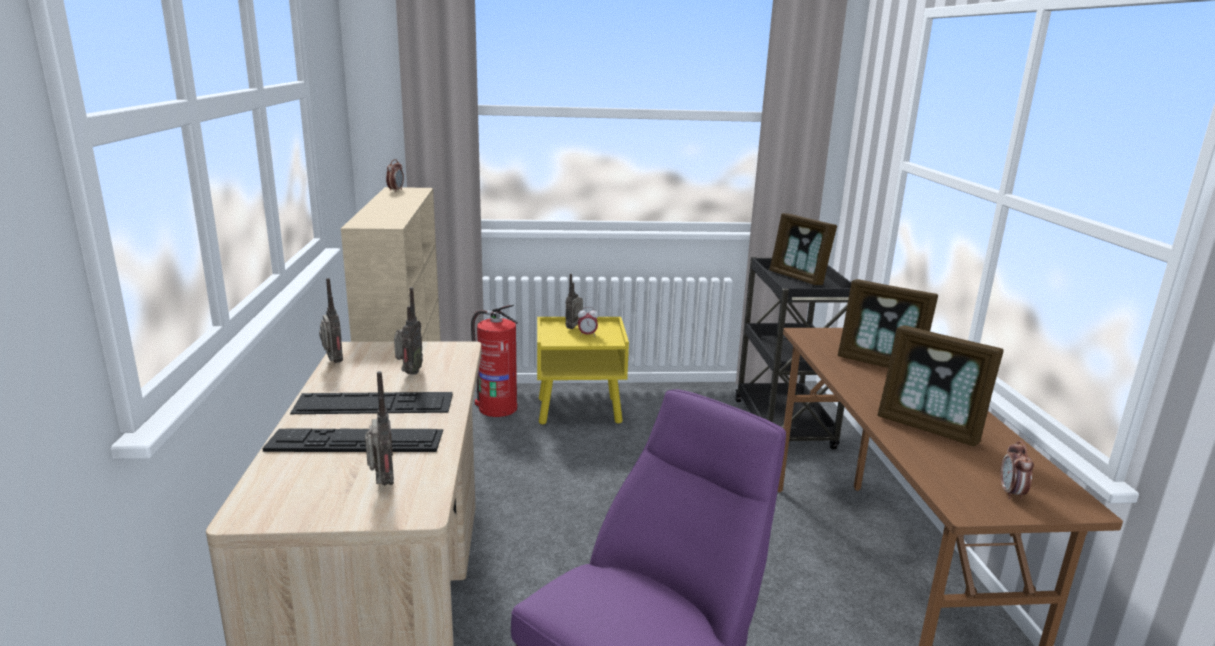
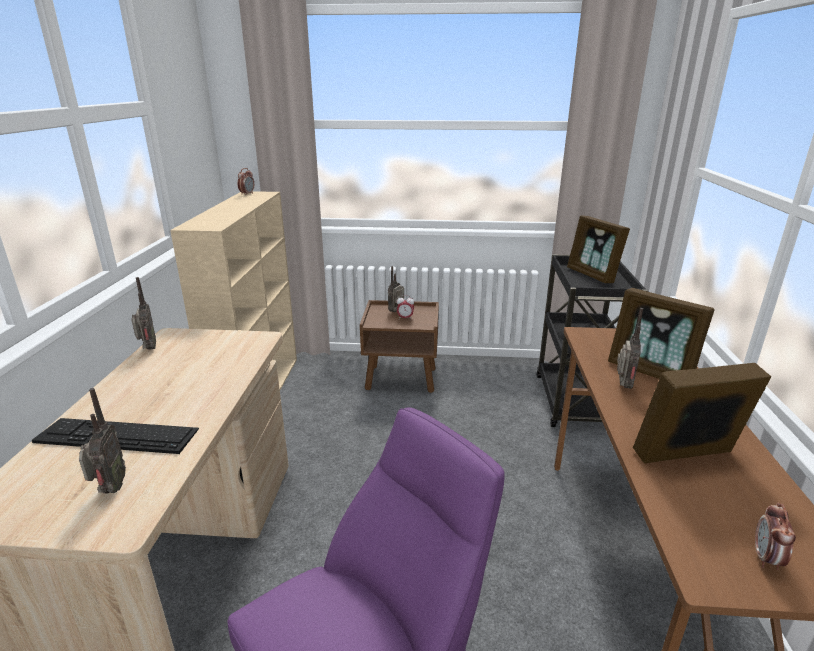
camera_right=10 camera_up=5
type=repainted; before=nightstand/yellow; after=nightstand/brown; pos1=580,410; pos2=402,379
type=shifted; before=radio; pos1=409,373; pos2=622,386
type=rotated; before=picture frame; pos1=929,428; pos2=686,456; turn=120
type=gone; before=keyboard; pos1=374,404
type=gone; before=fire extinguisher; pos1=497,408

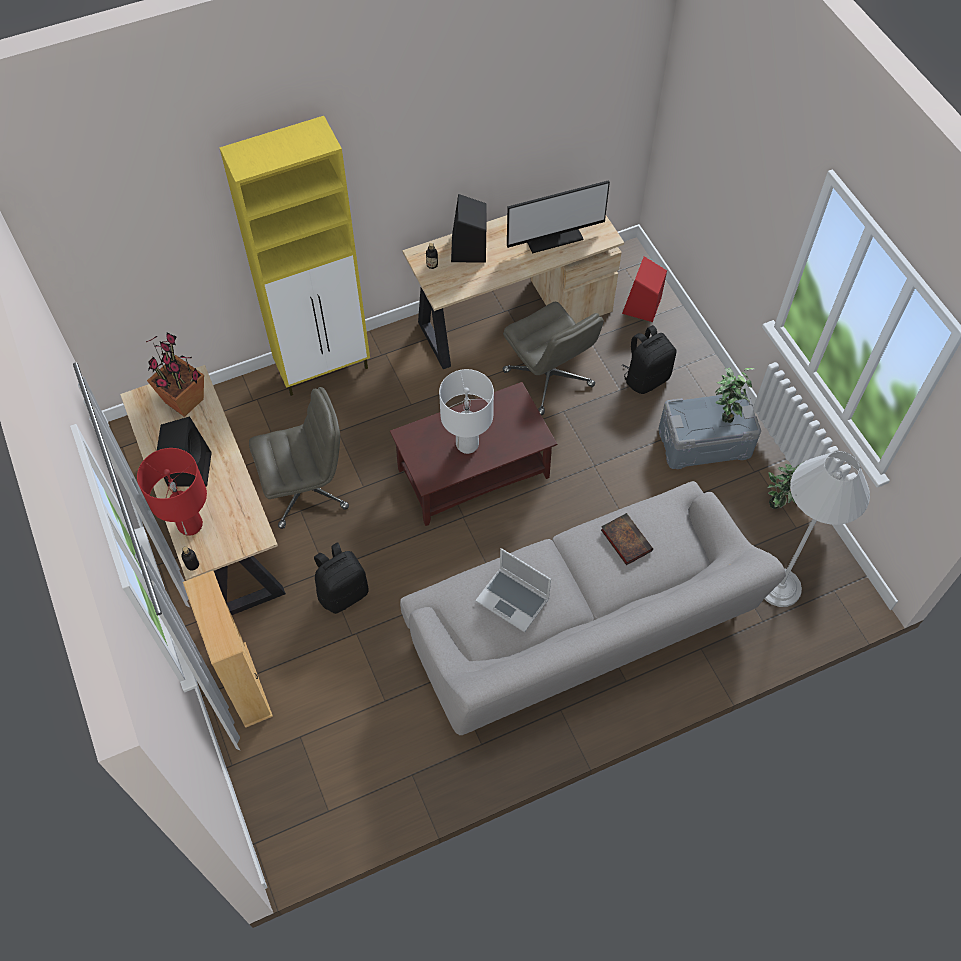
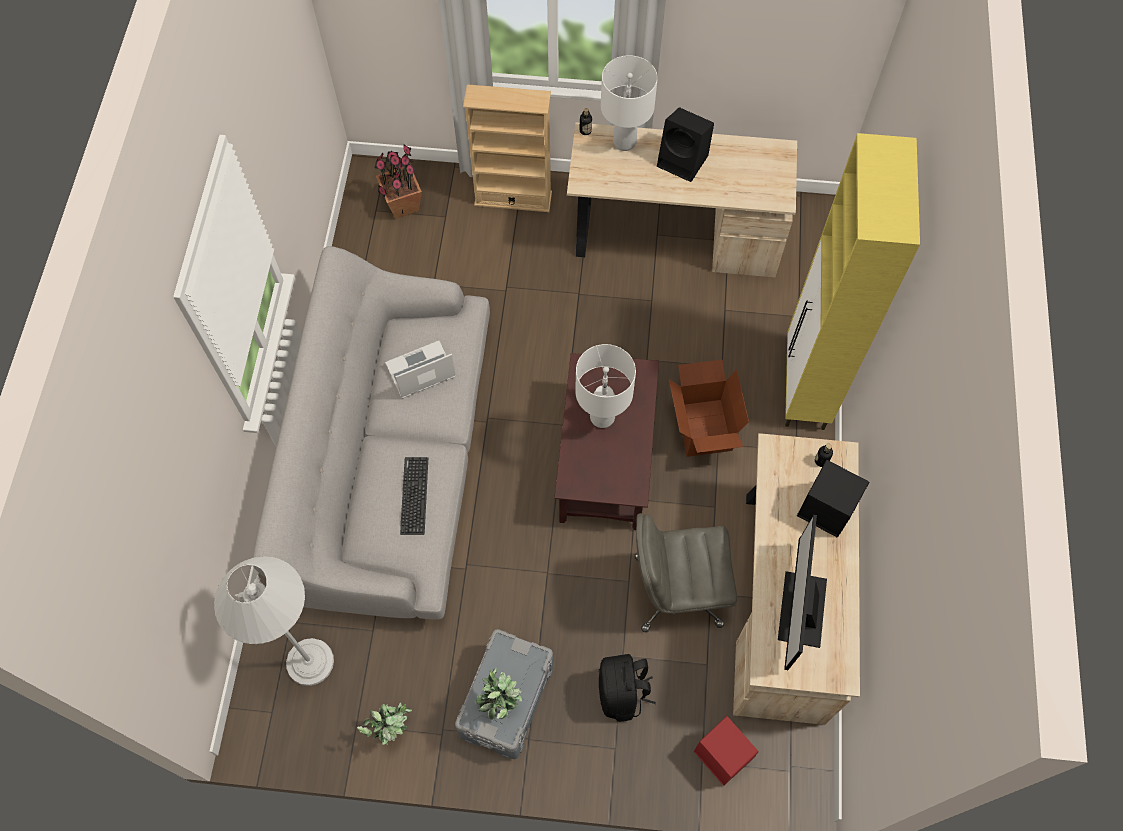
camera_right=120 camera_up=5
type=shifted; before=potted plant; pos1=184,401; pos2=402,205
type=swapped; before=book; after=keyboard; pos1=625,539; pos2=414,495
type=repainted; before=table lamp/red; after=table lamp/white; pos1=190,525; pos2=625,142
type=new; after=cardboard box; pos2=702,428
type=gone; before=office chair/grey; pos1=306,489
type=gone; before=backpack/black; pos1=343,592

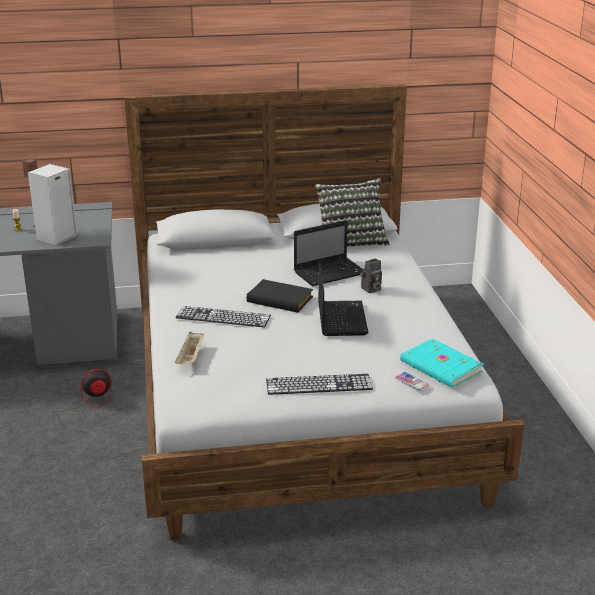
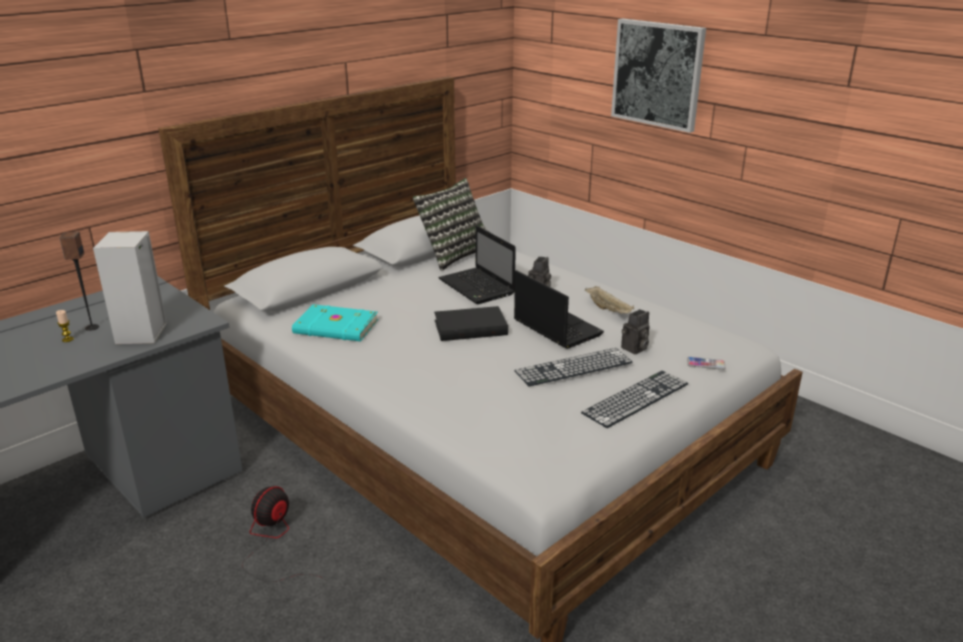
camera_right=-35 camera_up=0
type=shifted; before=book/turquoise; pos1=440,367; pos2=336,327
type=rotated; before=laptop; pos1=330,272; pos2=478,287; turn=120
type=shifted; before=keyboard; pos1=223,317; pos2=574,367
type=shifted; before=tray/beige; pos1=191,358; pos2=608,310
type=new; after=picture; pos2=657,74
type=new; after=photo camera; pos2=634,349

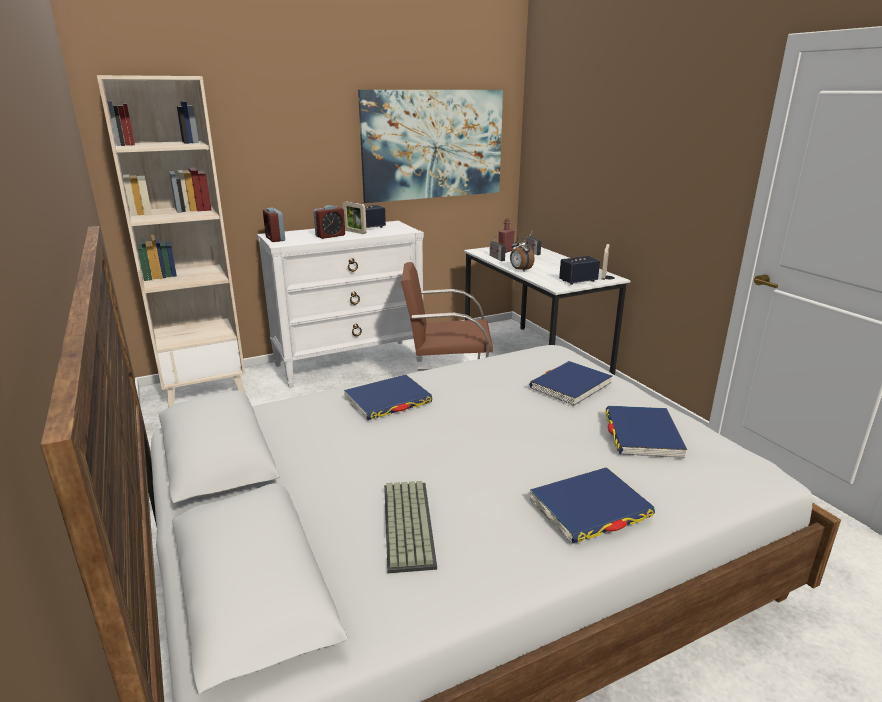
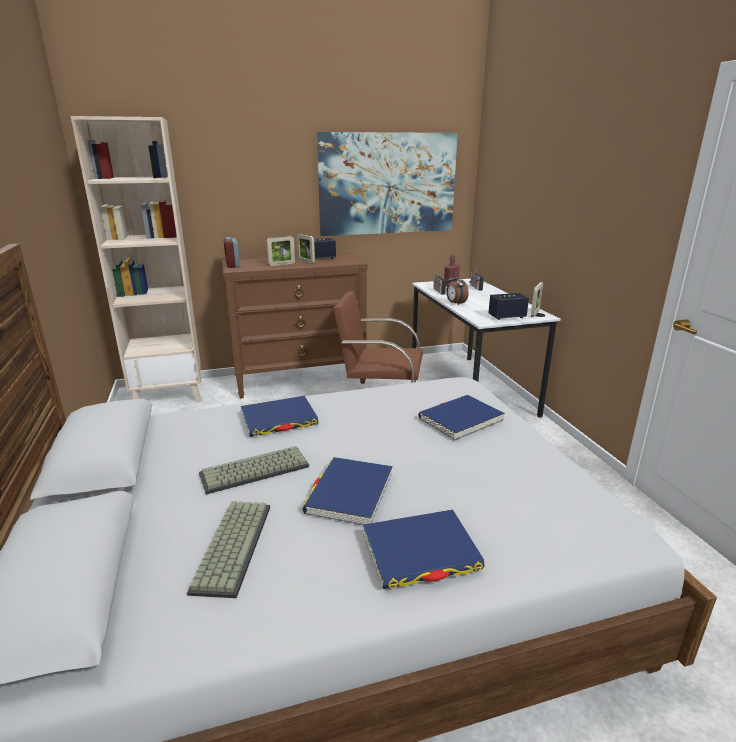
camera_right=10 camera_up=0
type=new; after=keyboard; pos2=254,472
type=repainted; before=dresser/white; after=dresser/brown; pos1=350,362; pos2=300,380
type=swapped; before=alarm clock; after=picture frame; pos1=330,236; pos2=282,264
type=shifted; before=book/blue; pos1=642,435; pos2=350,494

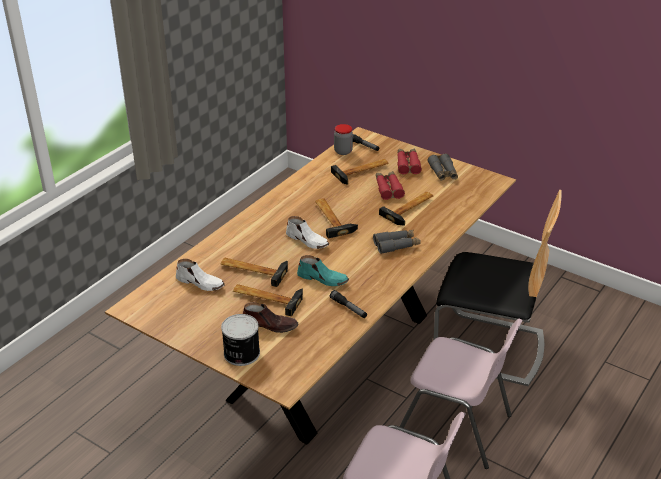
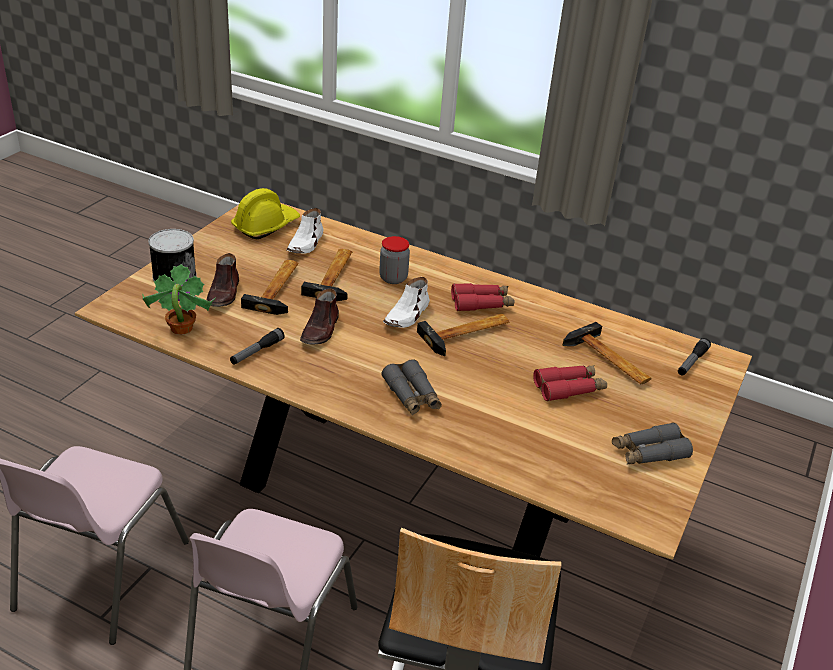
camera_right=80 camera_up=0
type=new; after=potted plant; pos2=180,328
type=new; after=hard hat/yellow; pos2=265,226
type=repainted; before=shoe/turquoise; after=shoe/brown; pos1=323,279; pos2=321,330
type=shifted; before=jar; pos1=343,151; pos2=393,278
type=shifted; before=binoculars/red; pos1=408,164; pos2=481,303
type=gone; before=hammer; pos1=410,209

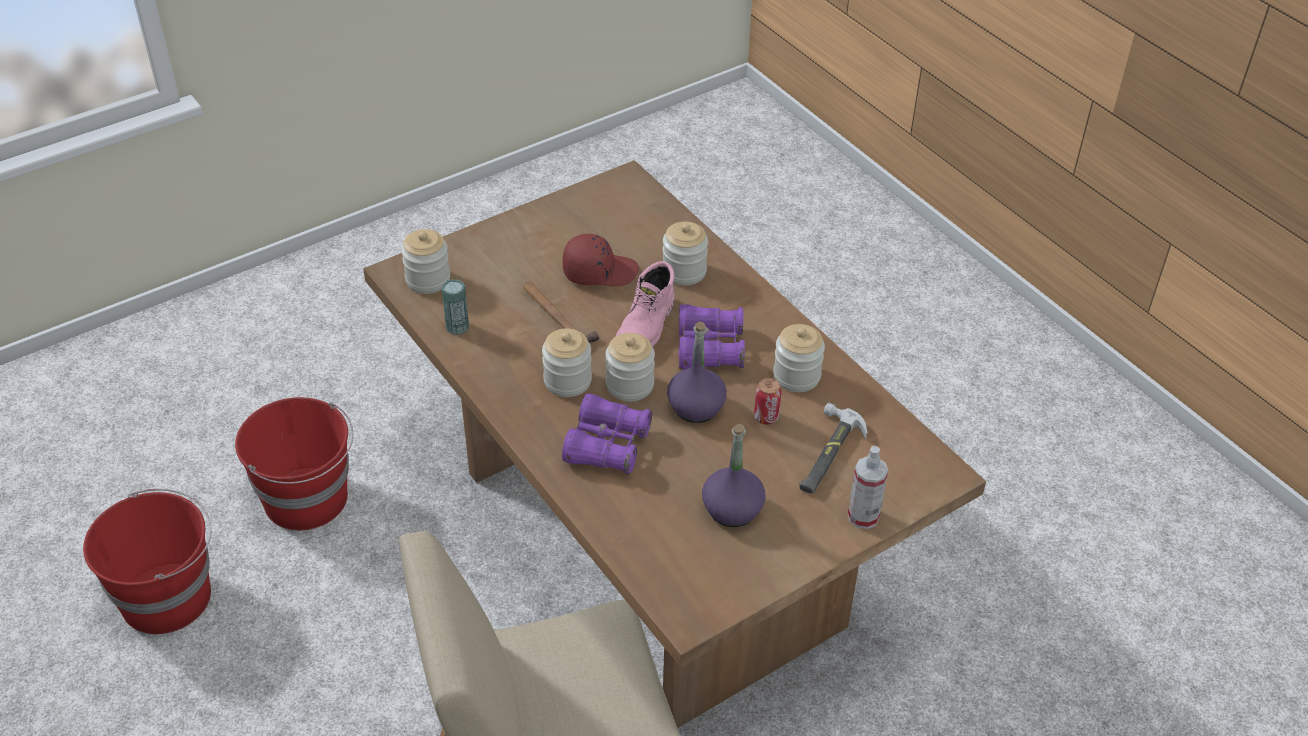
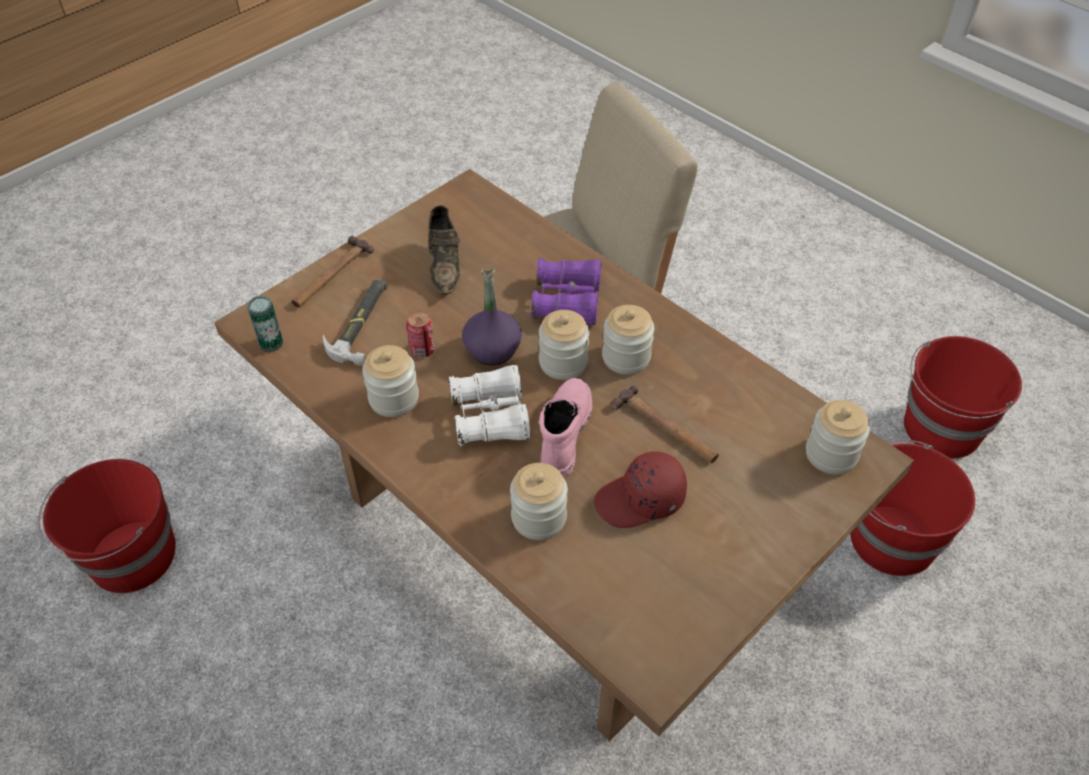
camera_right=170 camera_up=5
type=new; after=bucket/red; pos2=131,558
type=shifted; before=can; pos1=457,327; pos2=271,343
type=swapped; before=spray bottle; after=hammer; pos1=863,516; pos2=331,275
type=swapped; before=bottle/purple; after=shoe/brown; pos1=732,510; pos2=445,265
type=repainted; before=binoculars/purple; after=binoculars/white; pos1=709,348; pos2=490,417

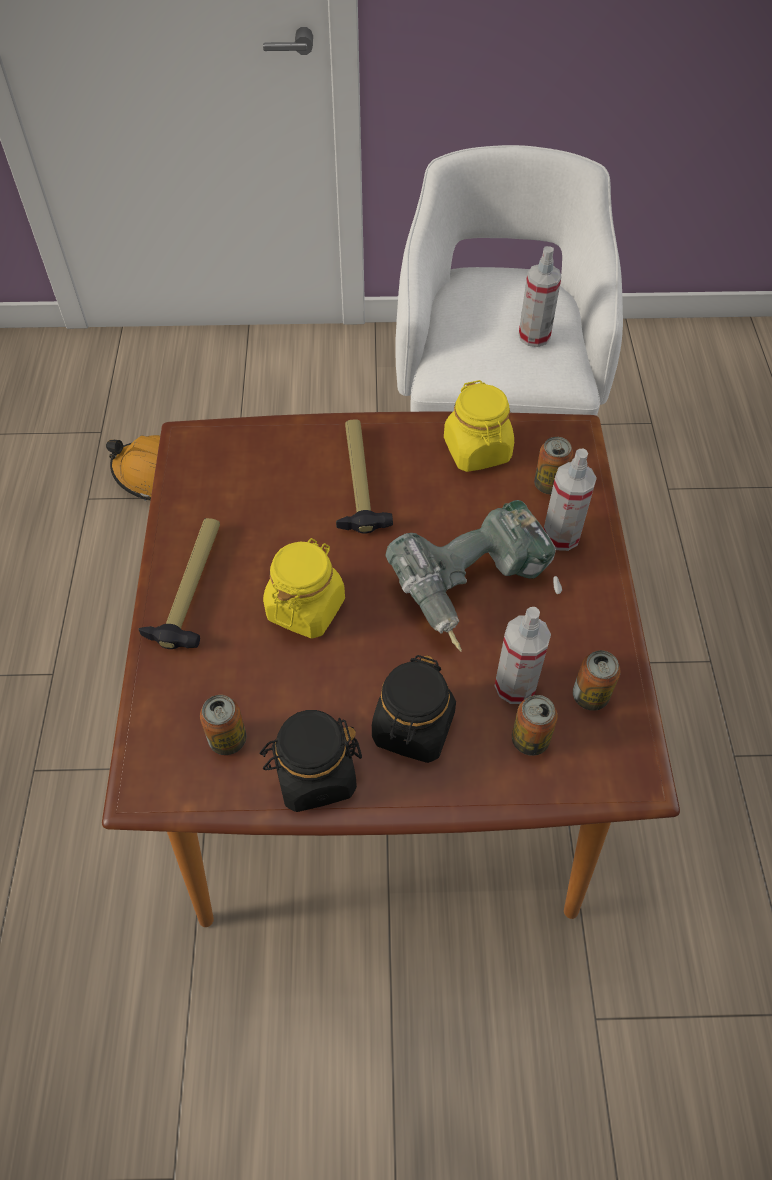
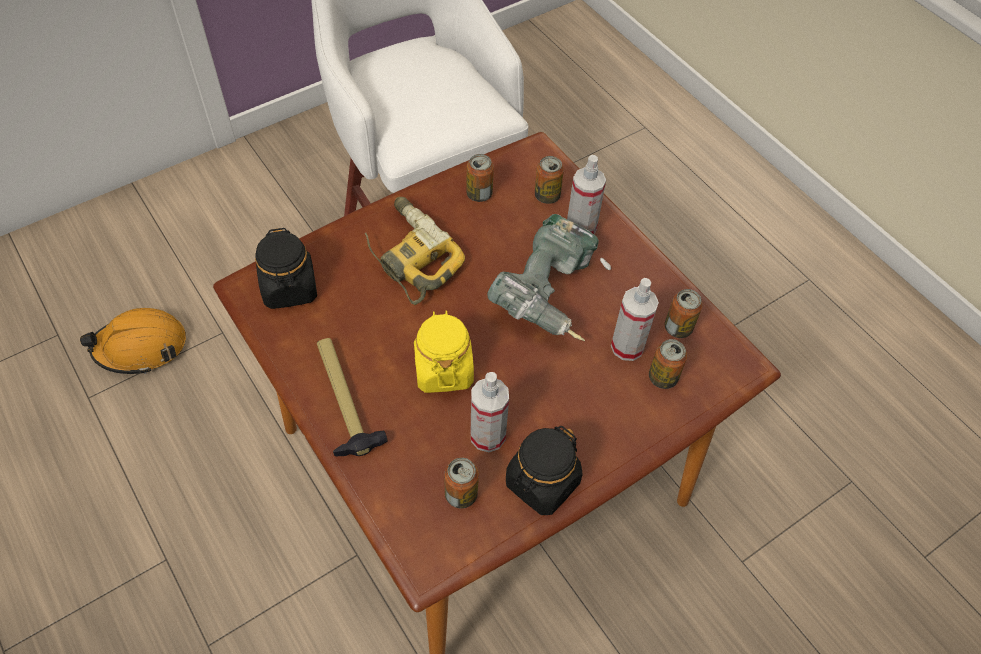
camera_right=-35 camera_up=0
type=shifted; before=jar/black; pos1=413,728; pos2=290,288
type=swapped; before=hammer; after=power drill; pos1=358,480; pos2=409,256
type=swapped; before=jar/yellow; after=can; pos1=477,450; pos2=479,194
type=shifted; before=spray bottle; pos1=534,336; pos2=487,436

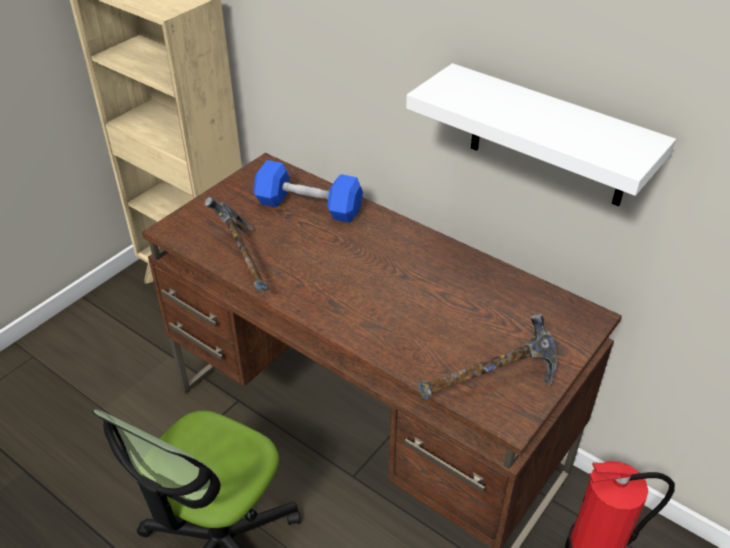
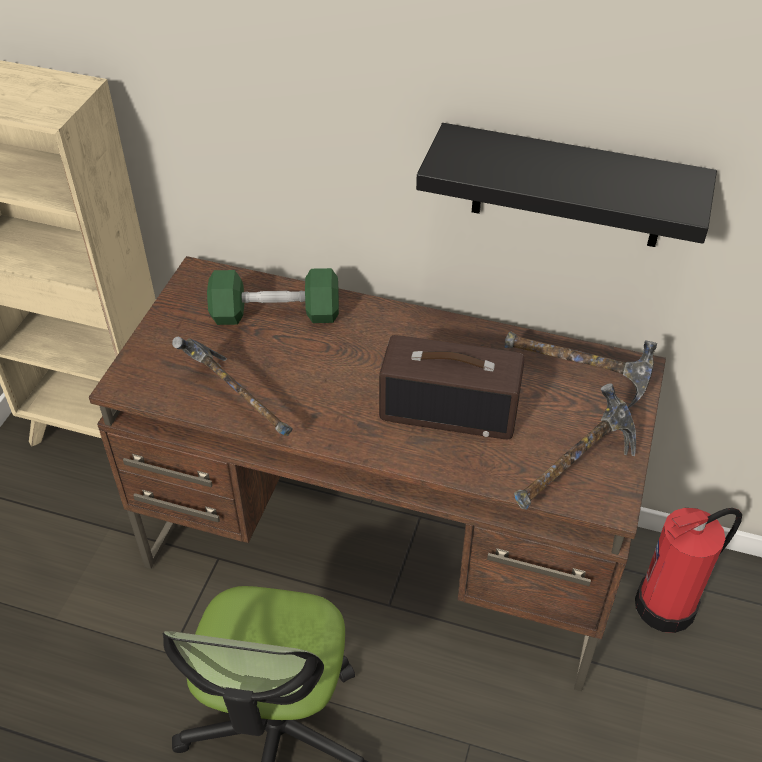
camera_right=-20 camera_up=5
type=repainted; before=dumbbell/blue; after=dumbbell/green; pos1=309,206; pos2=275,314
type=new; after=radio; pos2=450,410
type=repainted; before=shelf/white; after=shelf/black; pos1=549,137; pos2=568,187
type=new; after=hammer; pos2=577,380

